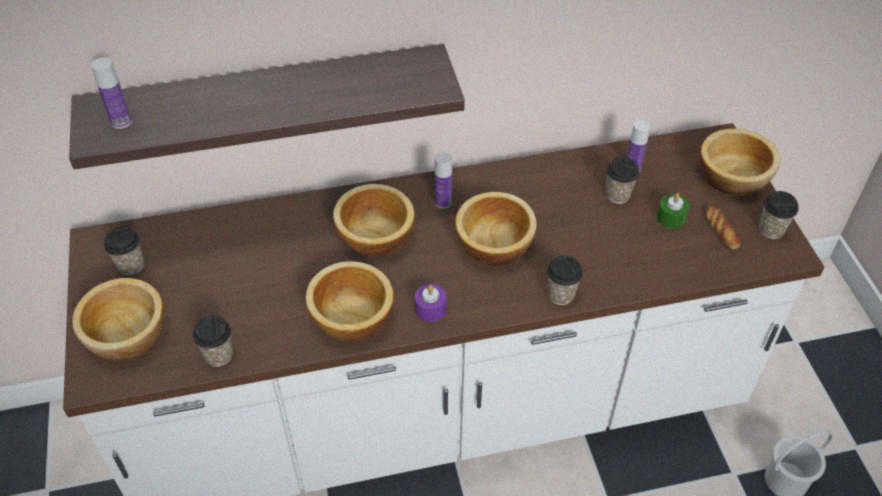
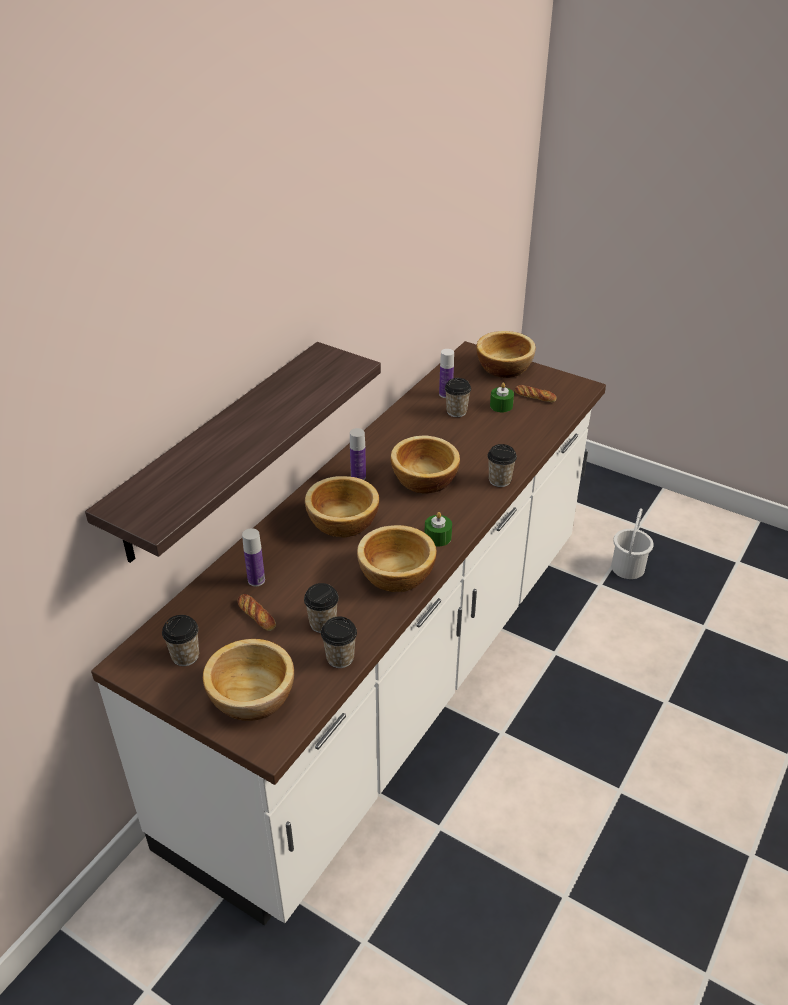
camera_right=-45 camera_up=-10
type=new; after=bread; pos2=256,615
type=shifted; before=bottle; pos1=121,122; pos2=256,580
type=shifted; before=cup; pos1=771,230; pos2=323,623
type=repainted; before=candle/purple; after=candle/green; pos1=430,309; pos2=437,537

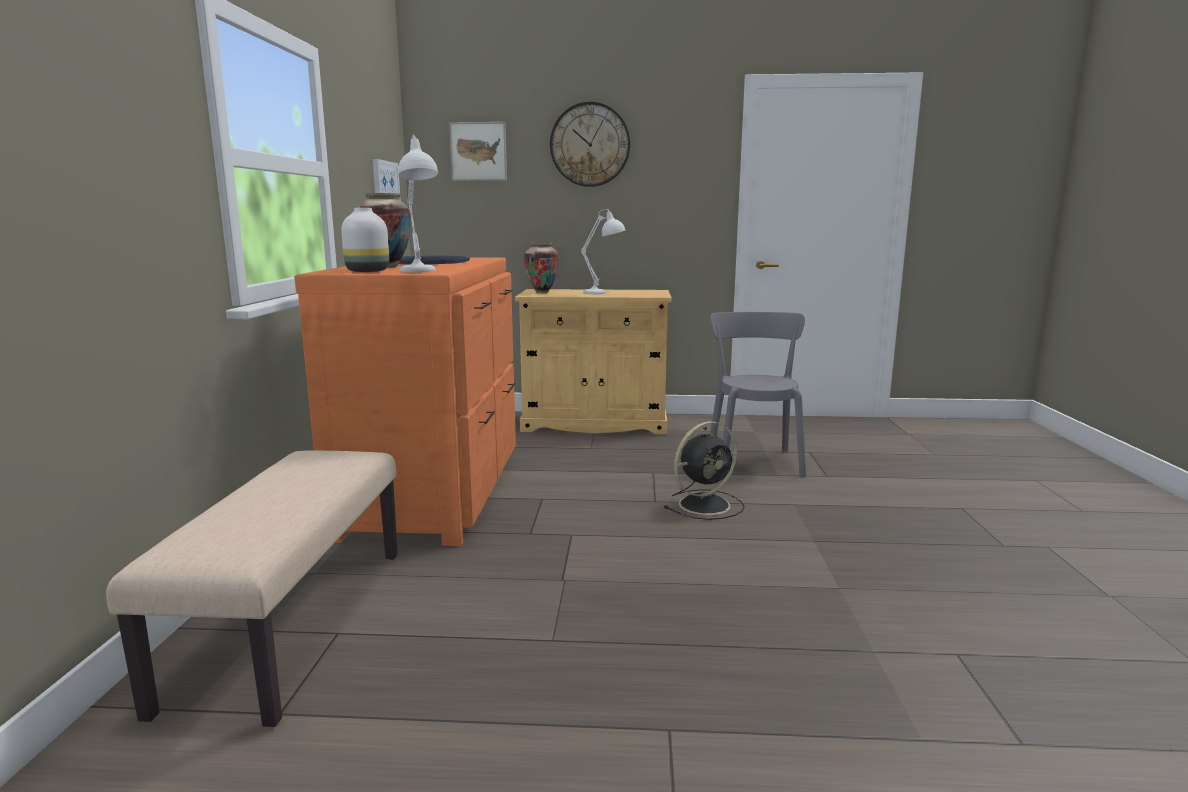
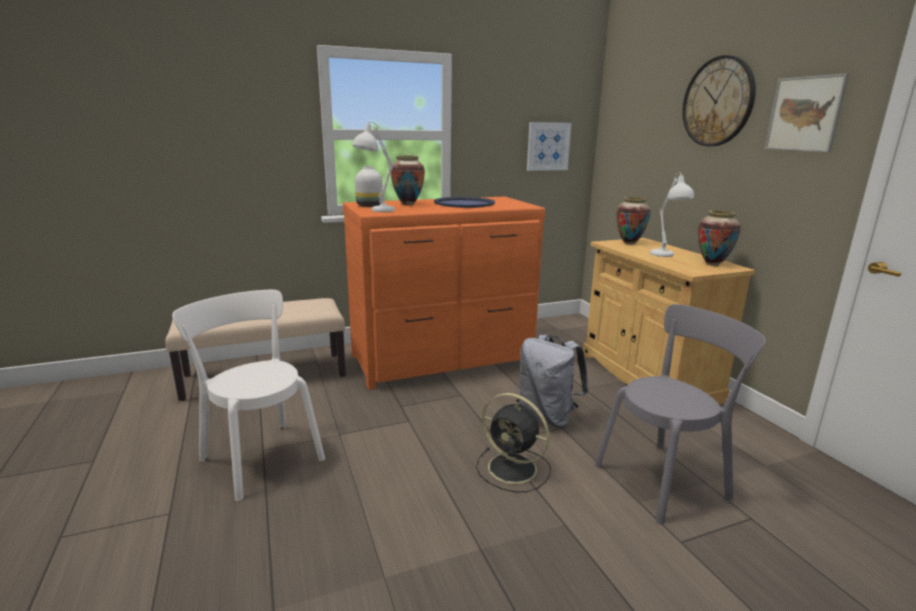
camera_right=65 camera_up=5
type=new; after=chair/white; pos2=260,456
type=new; after=backpack/grey; pos2=547,417
type=new; after=vase; pos2=712,264
type=shifted; before=picture; pos1=478,151; pos2=804,114

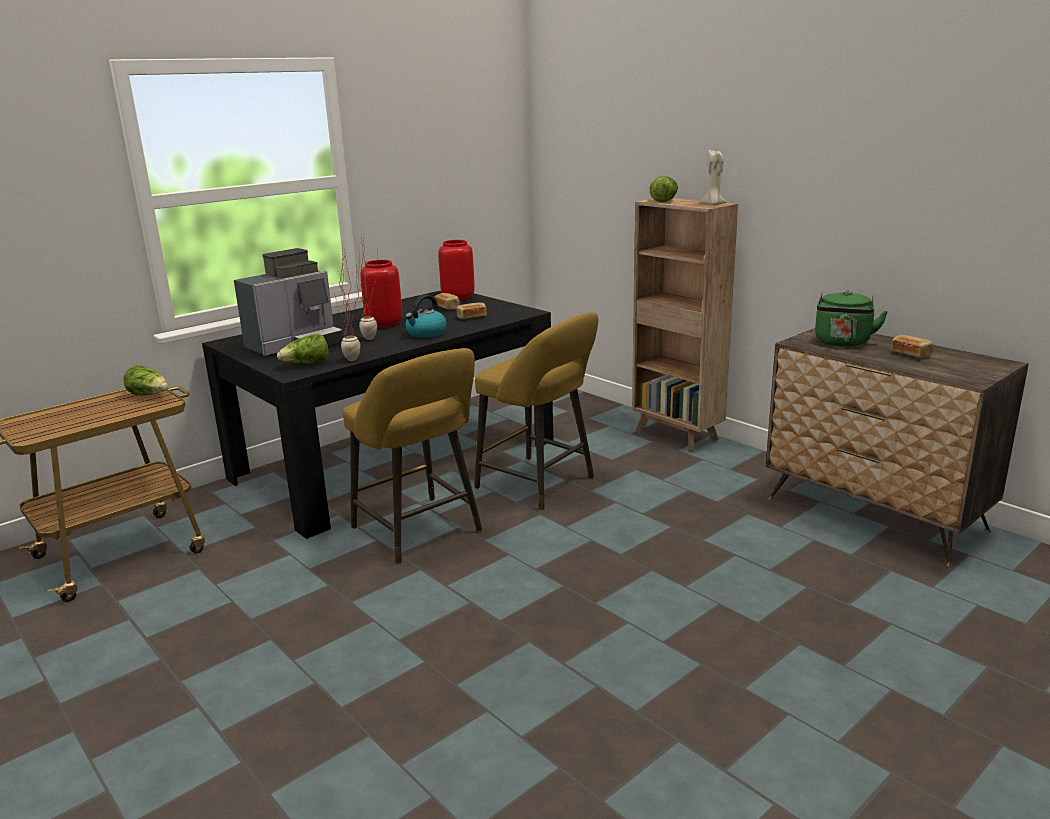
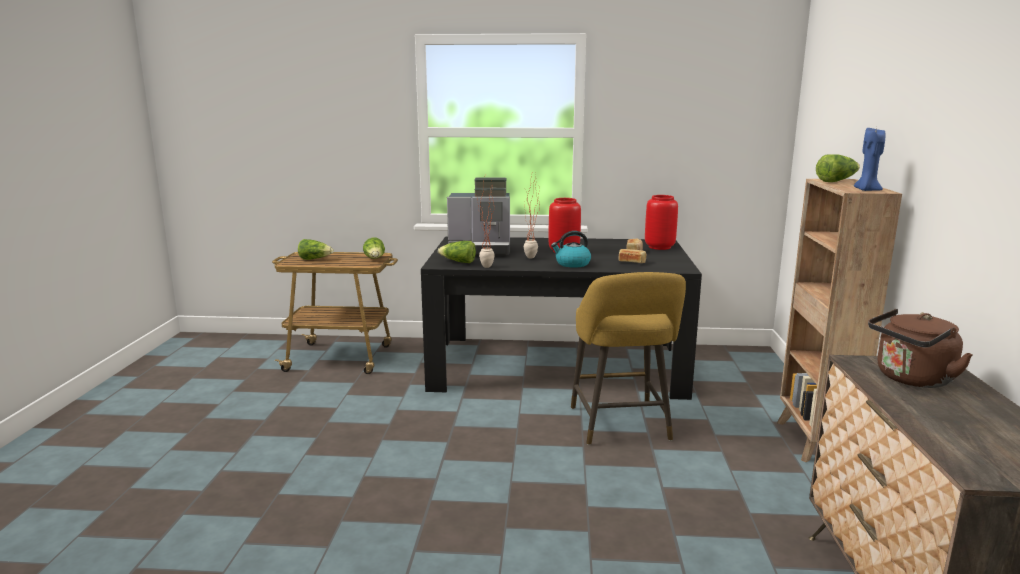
camera_right=45 camera_up=-5
type=new; after=lettuce; pos2=315,259
type=repainted; before=candle/beige; after=candle/blue; pos1=713,204; pos2=866,190
type=repainted; before=kettle/green; after=kettle/brown; pos1=842,343; pos2=911,379
type=gone; before=stool/yellow; pos1=420,532
type=gone; before=bread; pos1=911,354

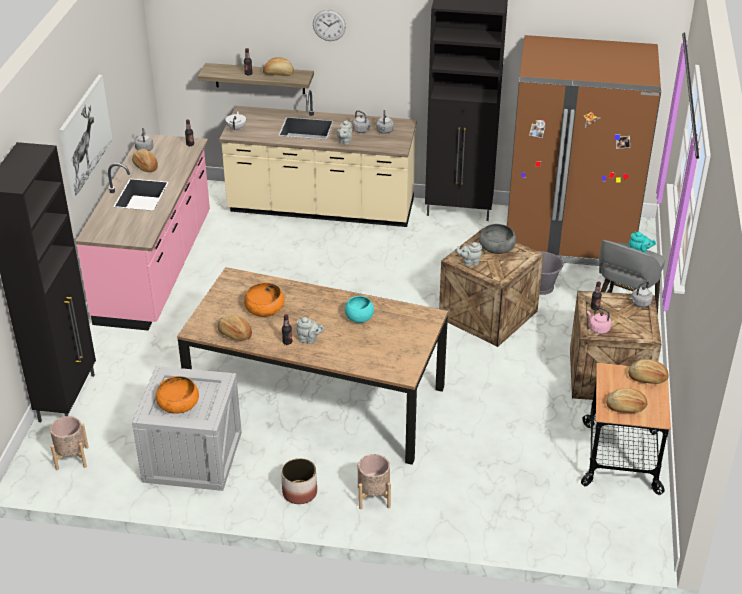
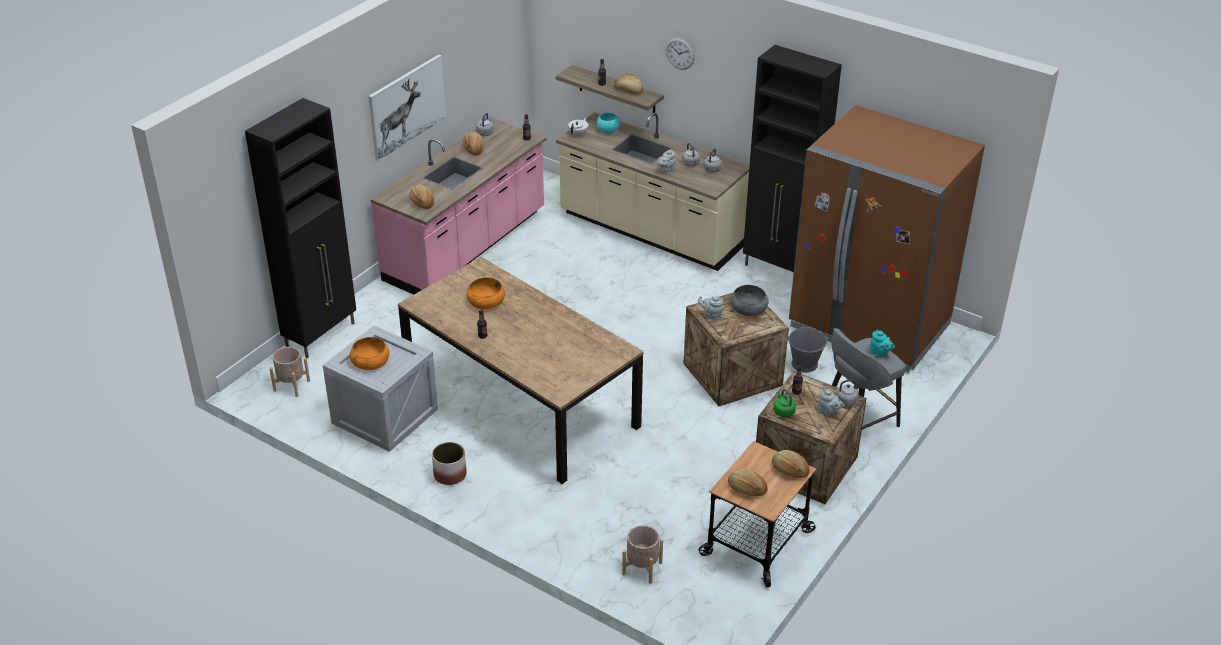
camera_right=25 camera_up=0
type=shifted; before=bread; pos1=234,333; pos2=422,202
type=shifted; before=bowl/turquoise; pos1=359,318; pos2=608,130
type=shifted; before=planter/beige; pos1=374,497; pos2=642,568
type=repainted; before=kettle/pink; after=kettle/green; pos1=598,328; pos2=783,411
type=shifted; before=teapot/grey; pos1=309,340; pos2=828,412

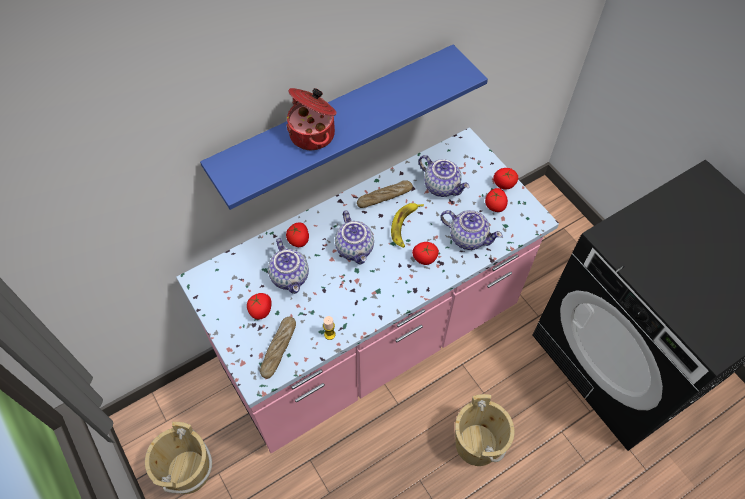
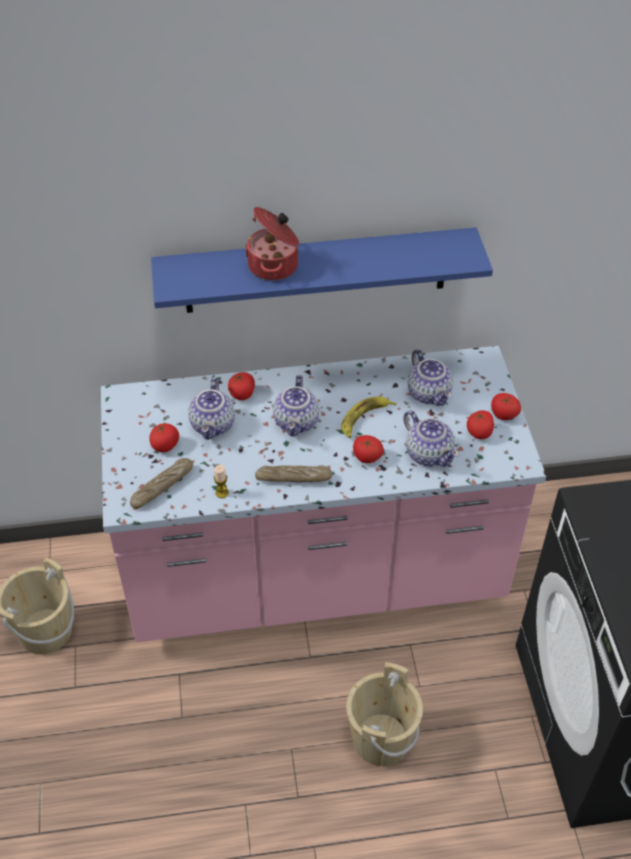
camera_right=25 camera_up=-10
type=shifted; before=bread; pos1=384,197; pos2=293,478

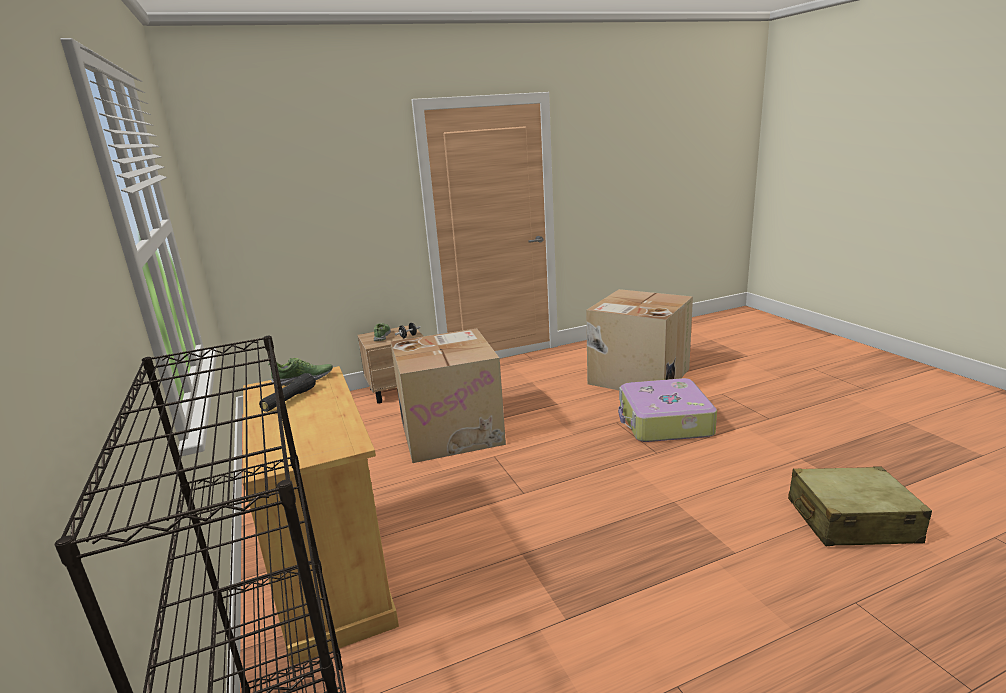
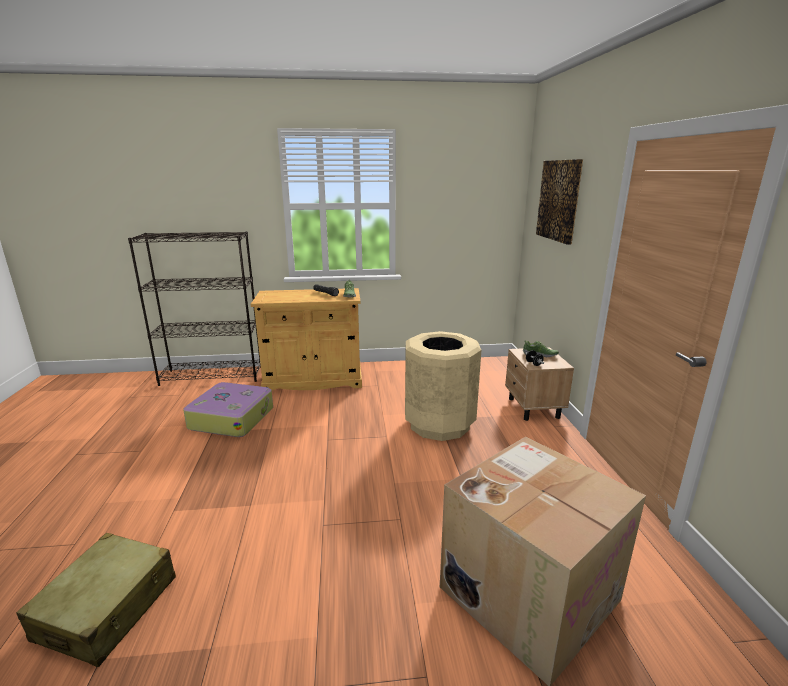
camera_right=105 camera_up=0
type=shifted; before=suitcase; pos1=664,422; pos2=232,418
type=swapped; before=cardboard box; after=trash can/beige; pos1=452,431; pos2=439,424
type=new; after=picture; pos2=559,200

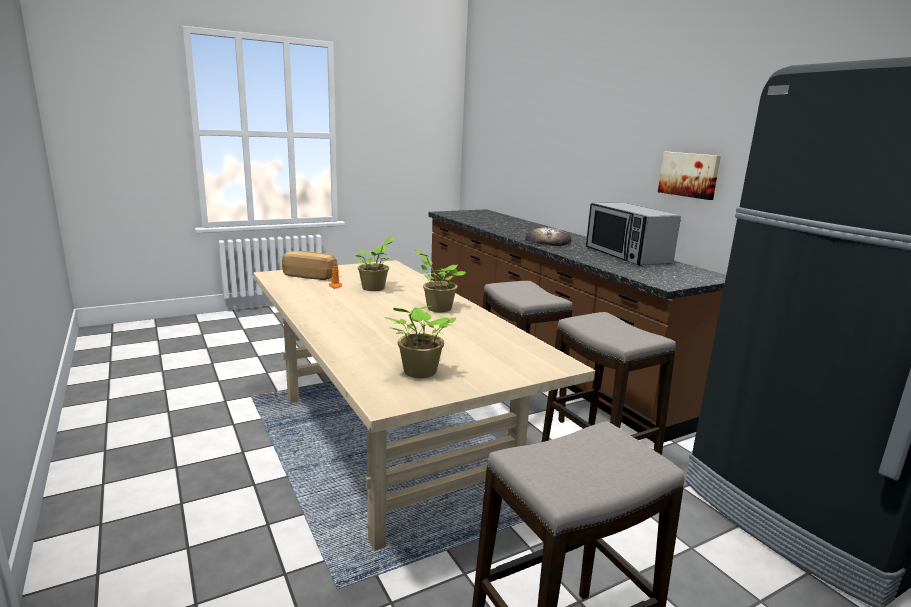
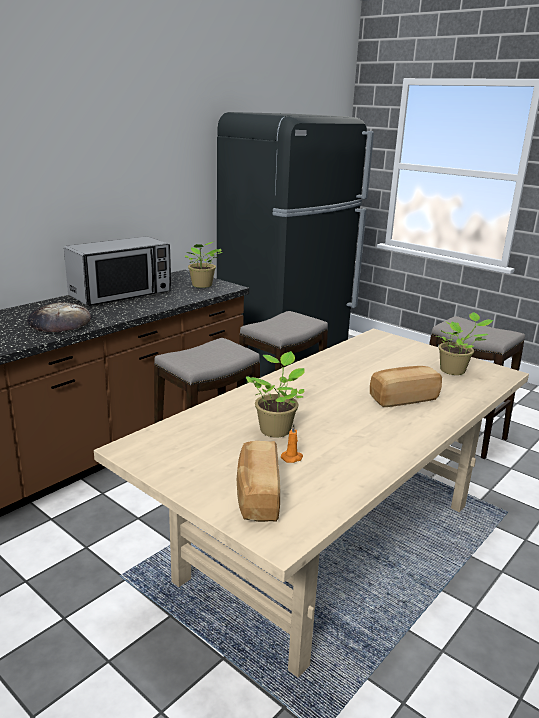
camera_right=-110 camera_up=5
type=shifted; before=potted plant; pos1=437,308; pos2=202,285
type=new; after=bread; pos2=402,398
type=gone; before=picture; pos1=689,174

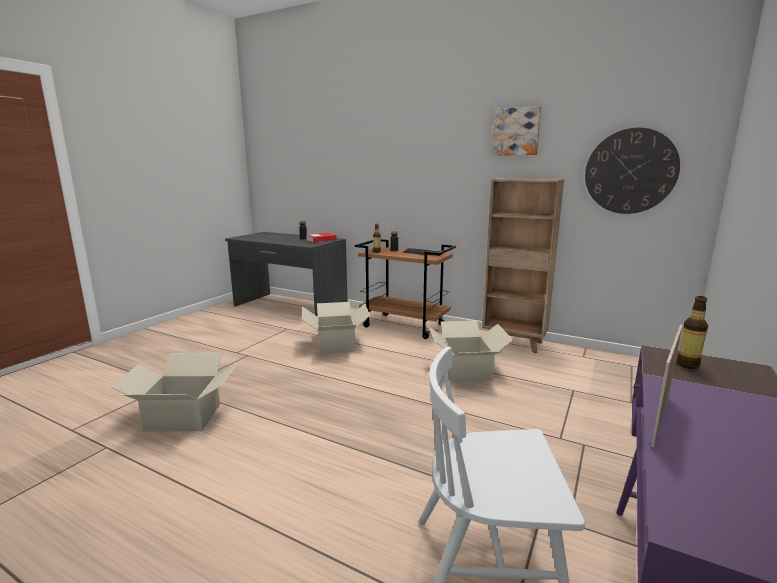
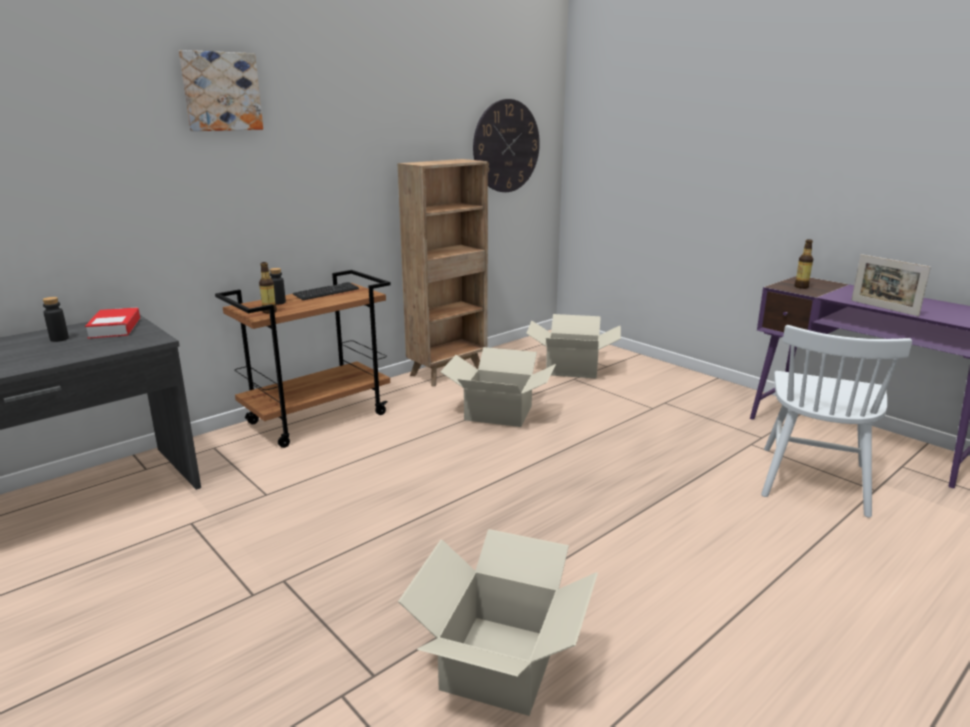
camera_right=-70 camera_up=5
type=shifted; before=picture; pos1=516,131; pos2=221,91
type=shifted; before=cardboard box; pos1=336,344; pos2=572,368

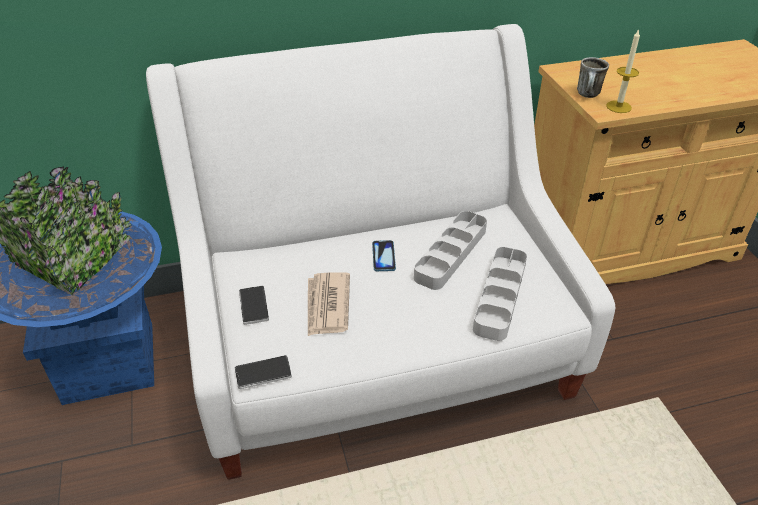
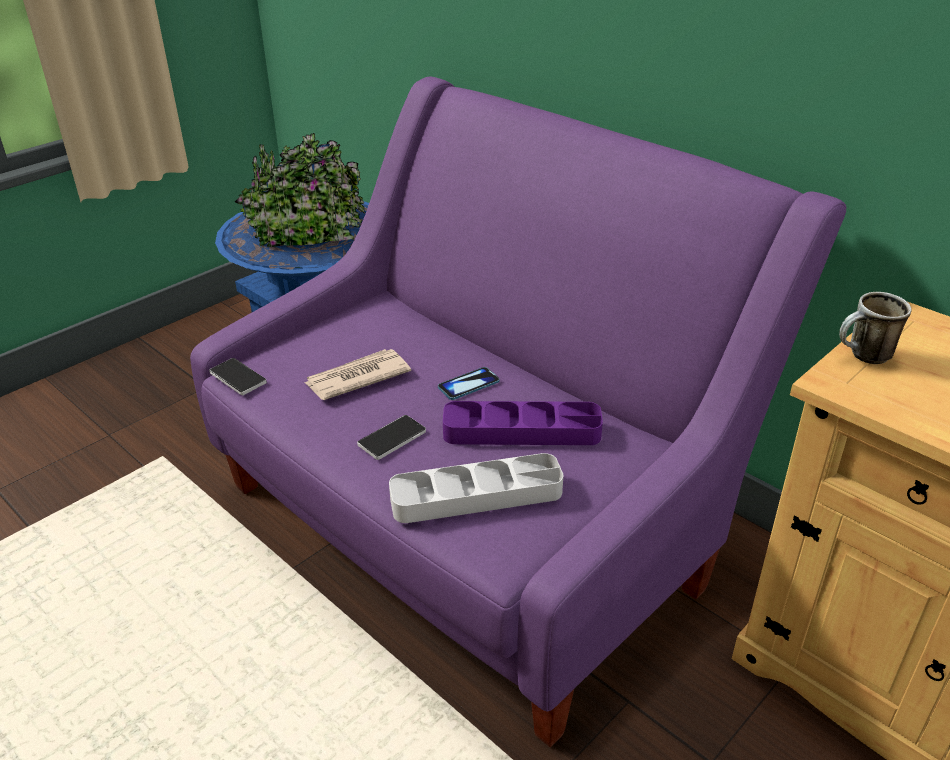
camera_right=60 camera_up=-5
type=repainted; before=sofa/white; after=sofa/purple; pos1=378,349; pos2=477,518
type=shifted; before=phone; pos1=254,306; pos2=392,438
type=repainted; before=tray/grey; after=tray/purple; pos1=451,254; pos2=521,431
type=gone; before=candle; pos1=618,107

